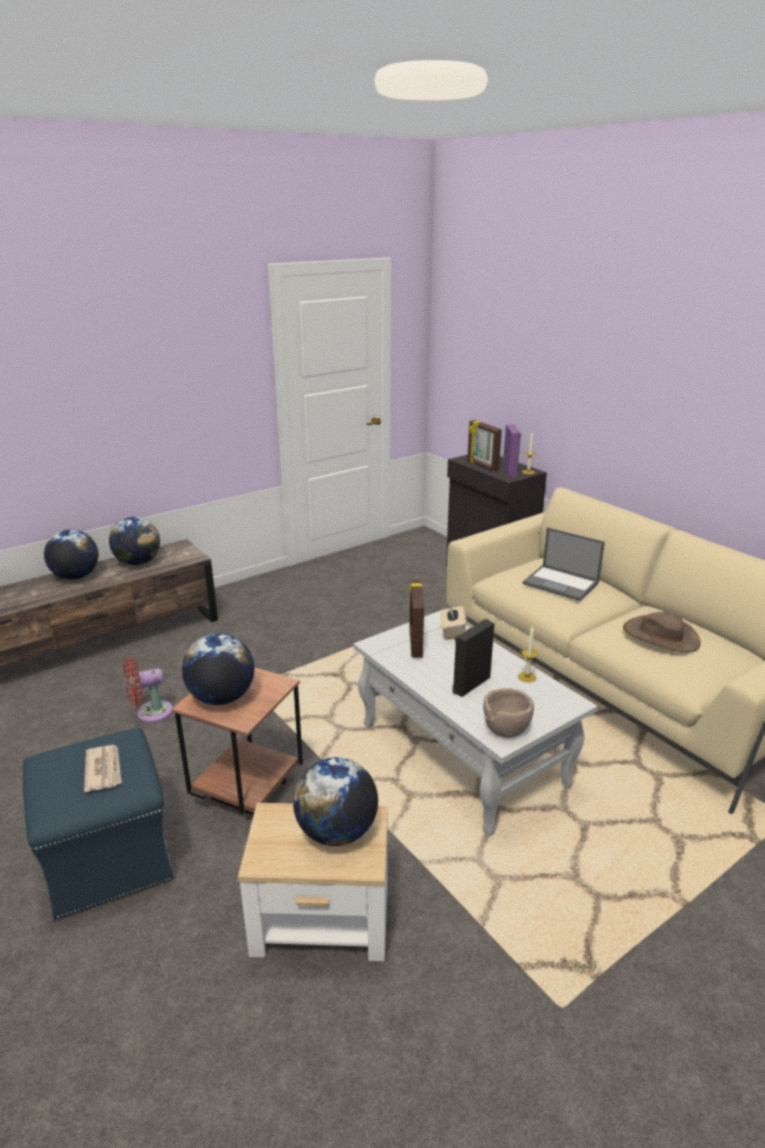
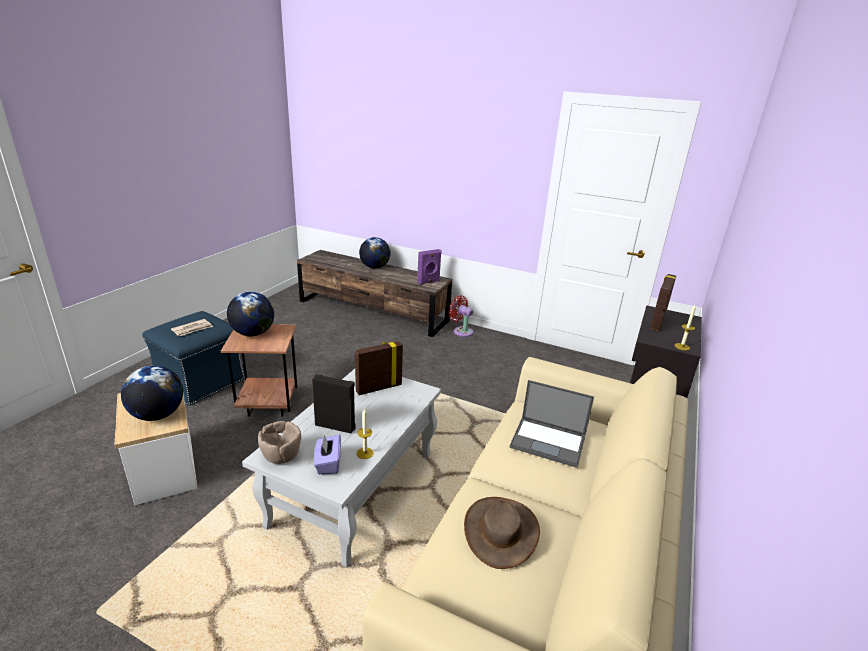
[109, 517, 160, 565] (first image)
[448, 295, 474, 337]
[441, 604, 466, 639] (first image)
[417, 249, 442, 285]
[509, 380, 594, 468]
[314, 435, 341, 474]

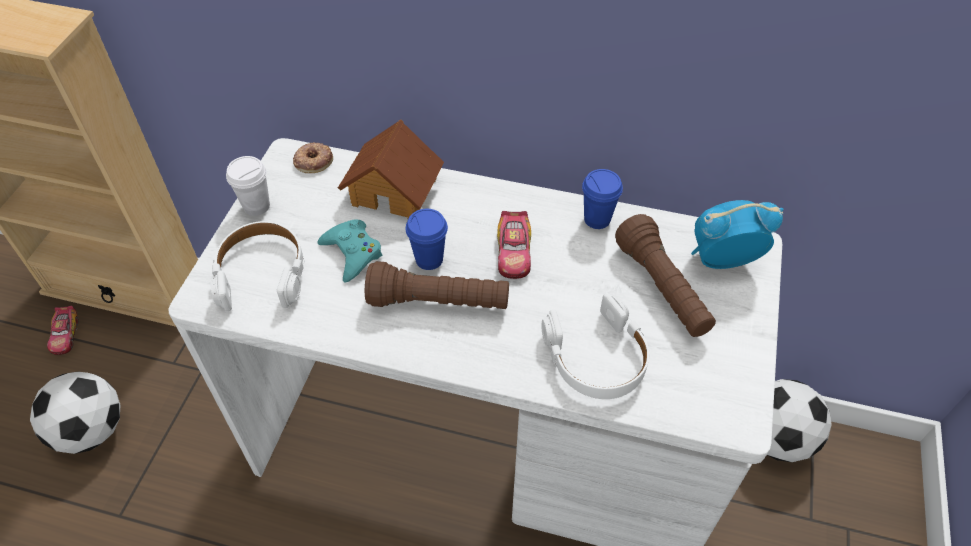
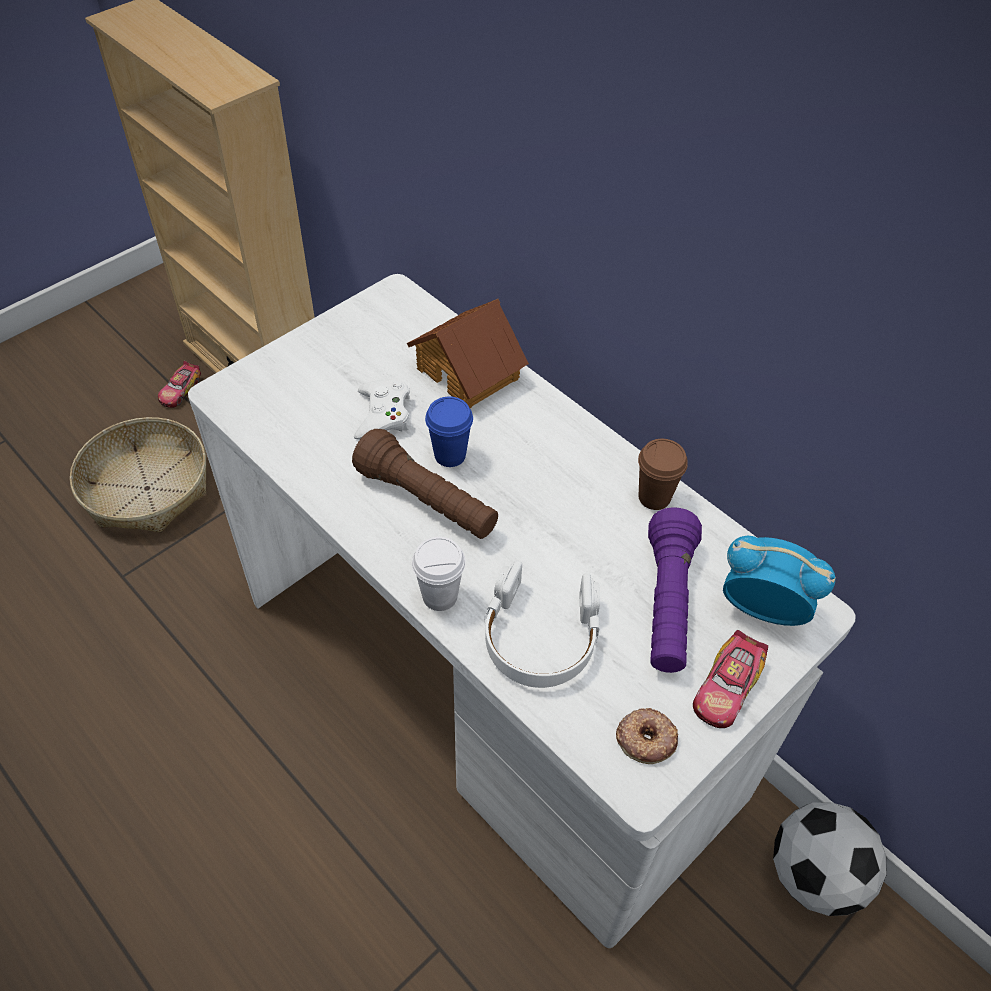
[70, 417, 206, 533]
[210, 221, 304, 311] (first image)
[412, 537, 466, 611]
[616, 708, 678, 764]
[354, 380, 410, 440]
[693, 630, 768, 728]
[638, 439, 688, 510]
[648, 507, 702, 673]

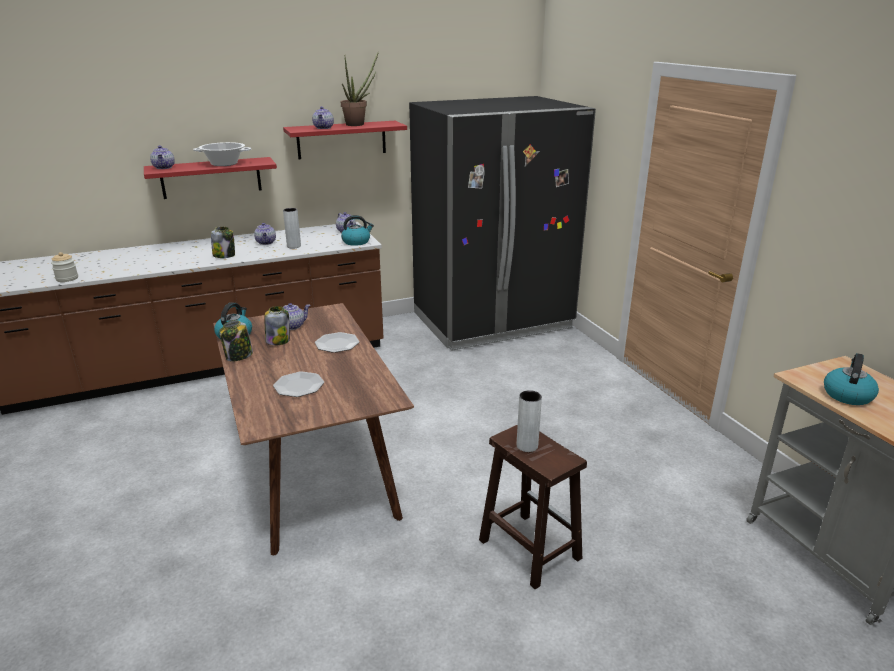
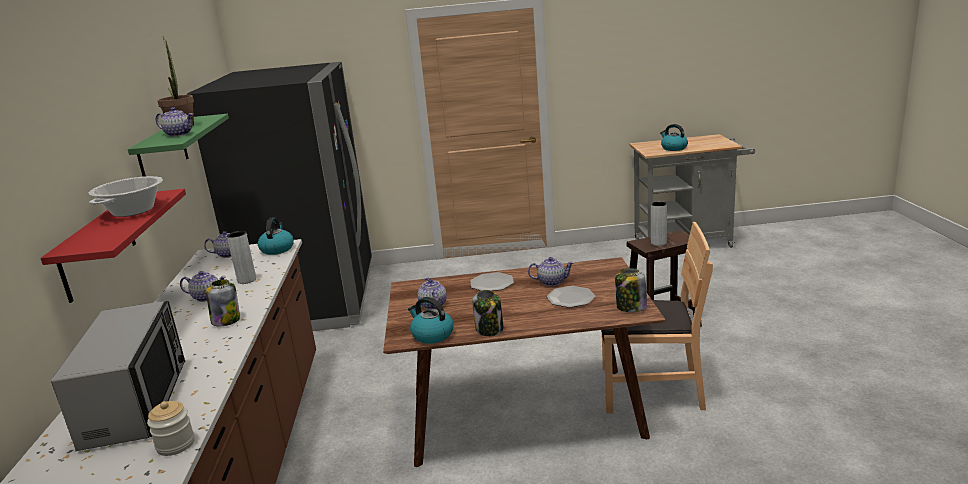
[528, 257, 574, 286]
[615, 268, 647, 312]
[128, 114, 229, 177]
[51, 301, 185, 451]
[602, 222, 713, 413]

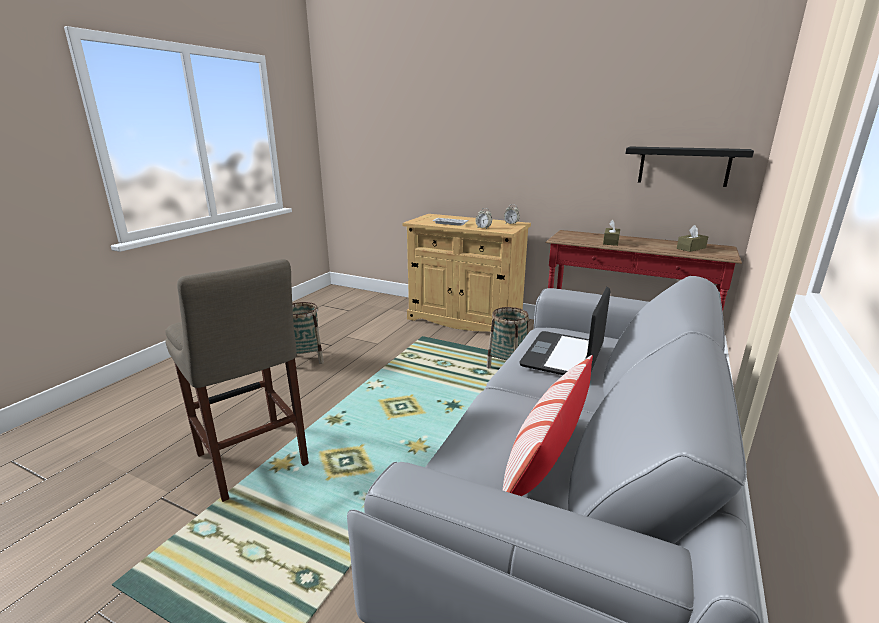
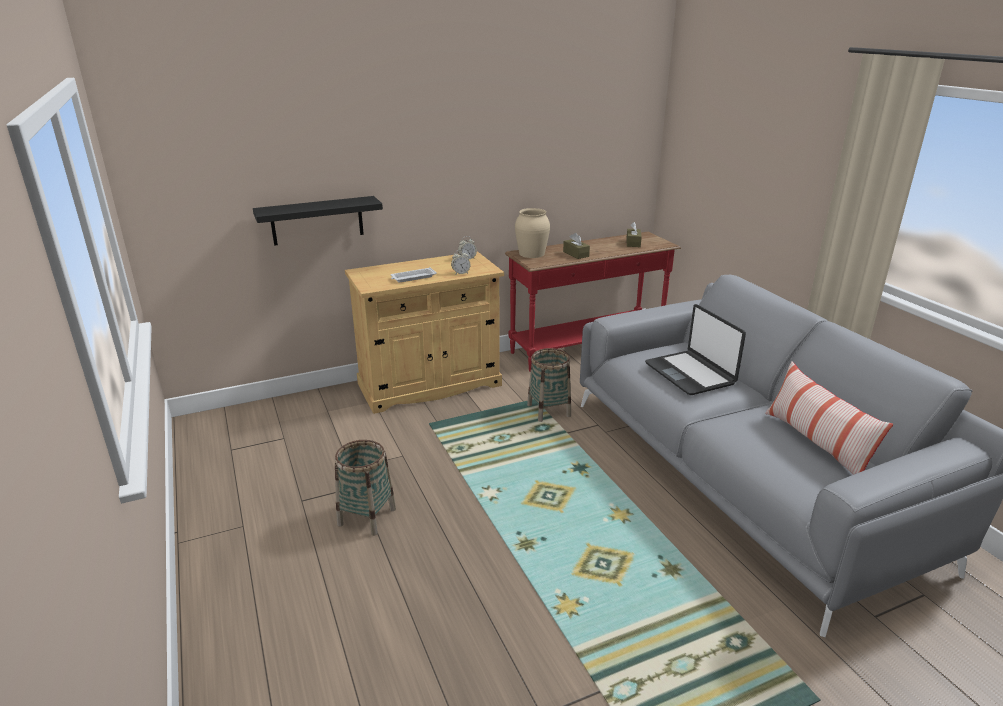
[165, 259, 309, 502] (first image)
[253, 196, 383, 246]
[515, 208, 550, 258]

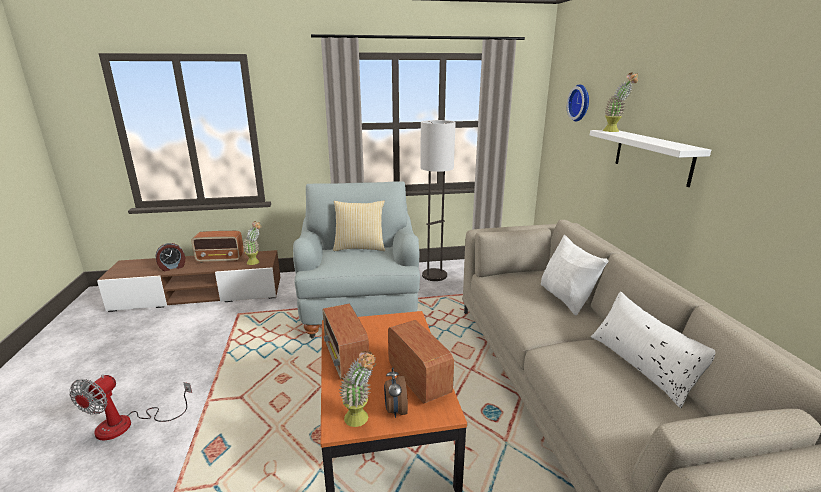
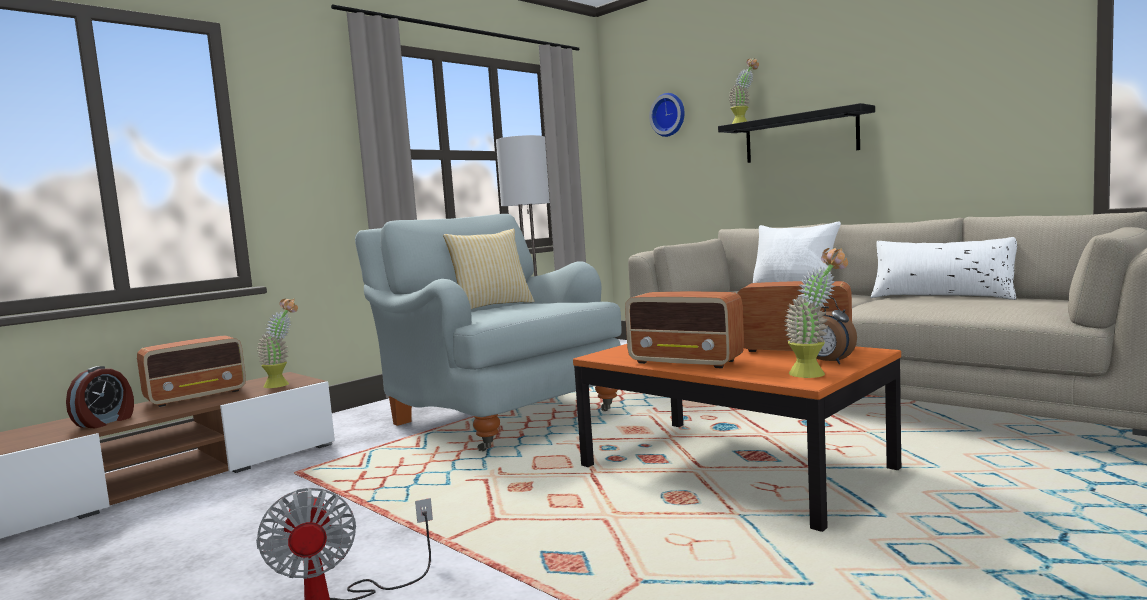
[718, 103, 875, 163]

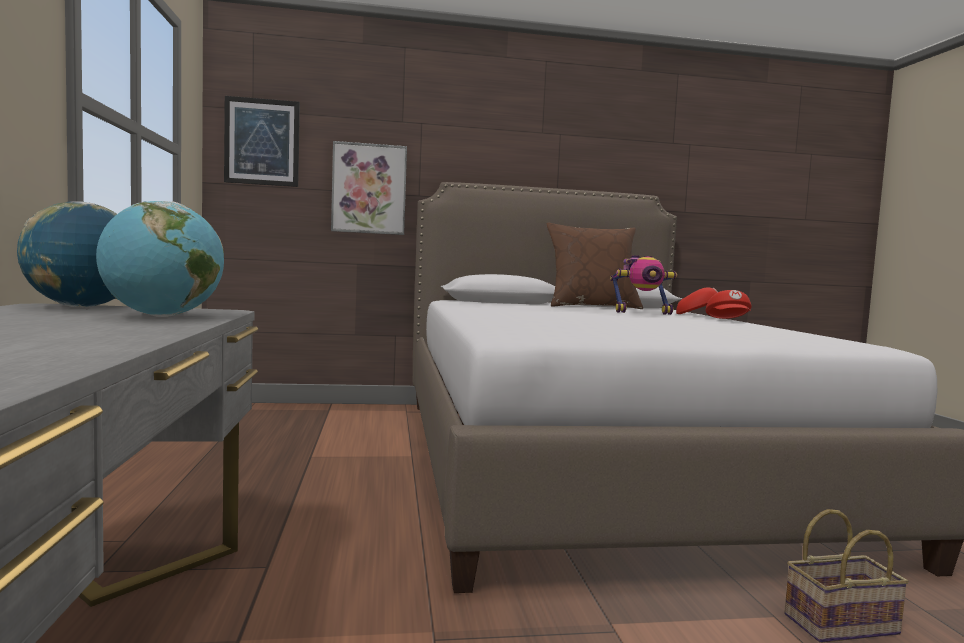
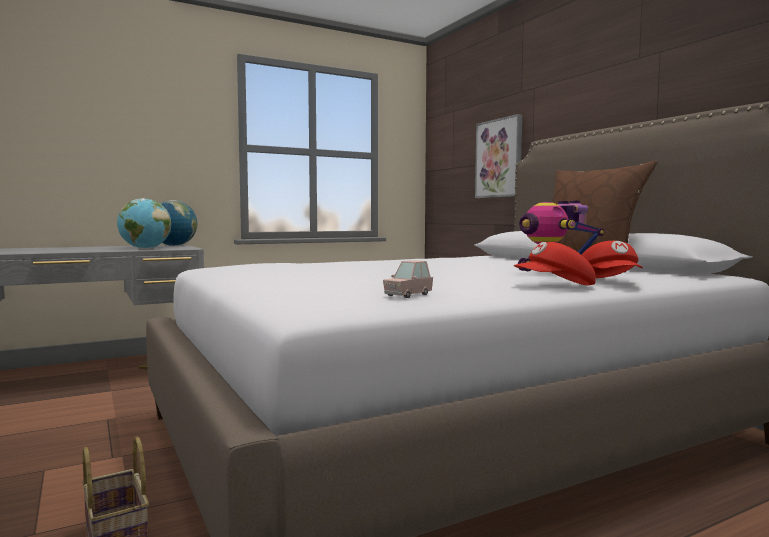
[224, 96, 300, 187] (first image)
[383, 260, 433, 298]

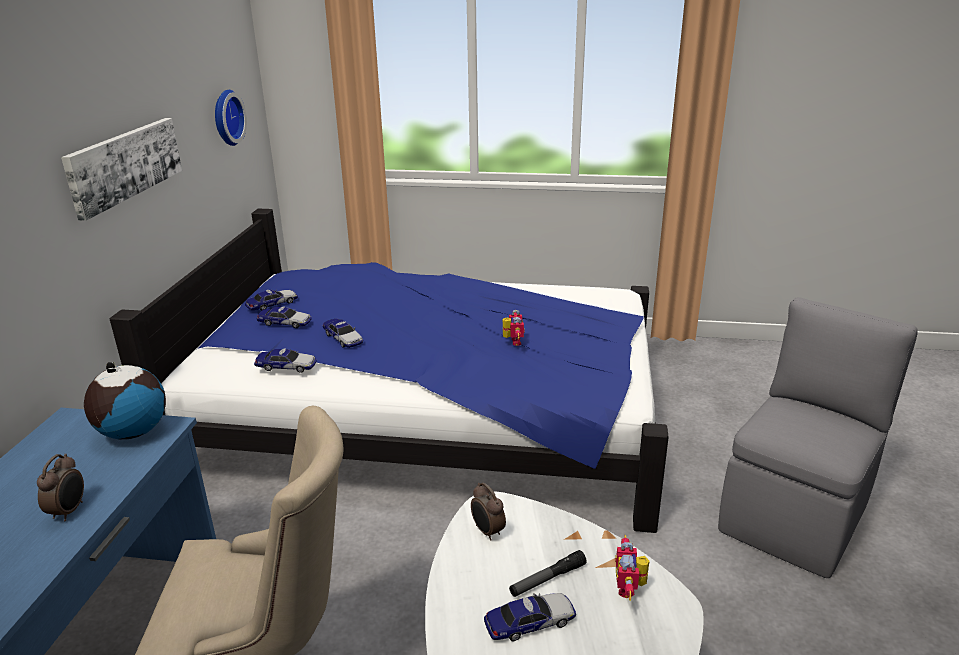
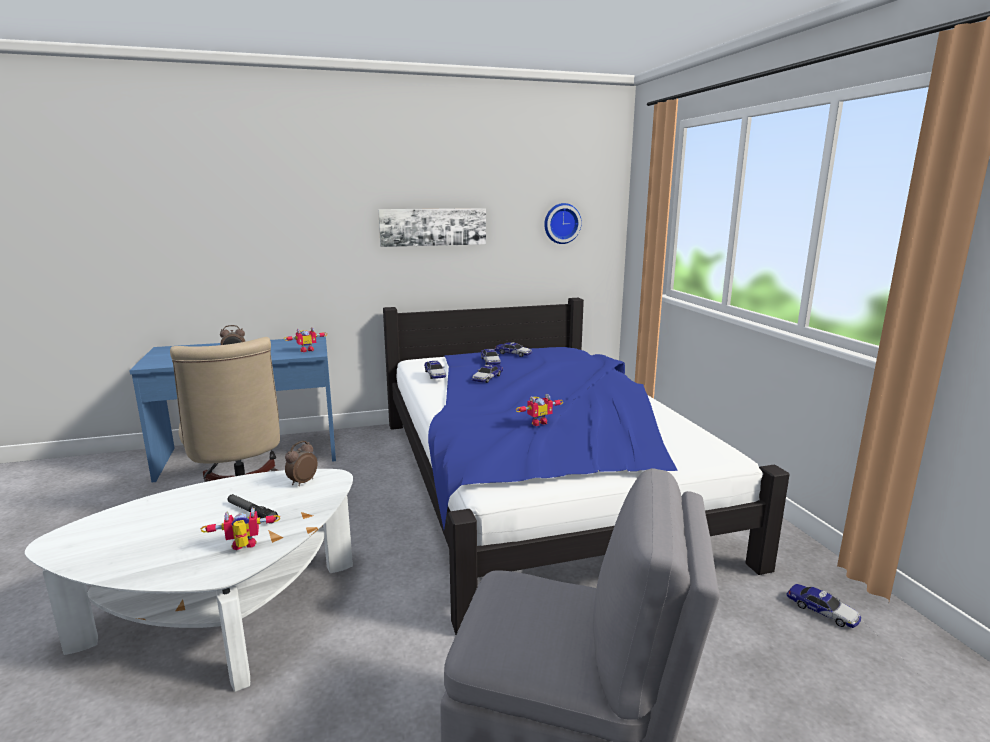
[284, 327, 327, 352]
[787, 584, 861, 628]

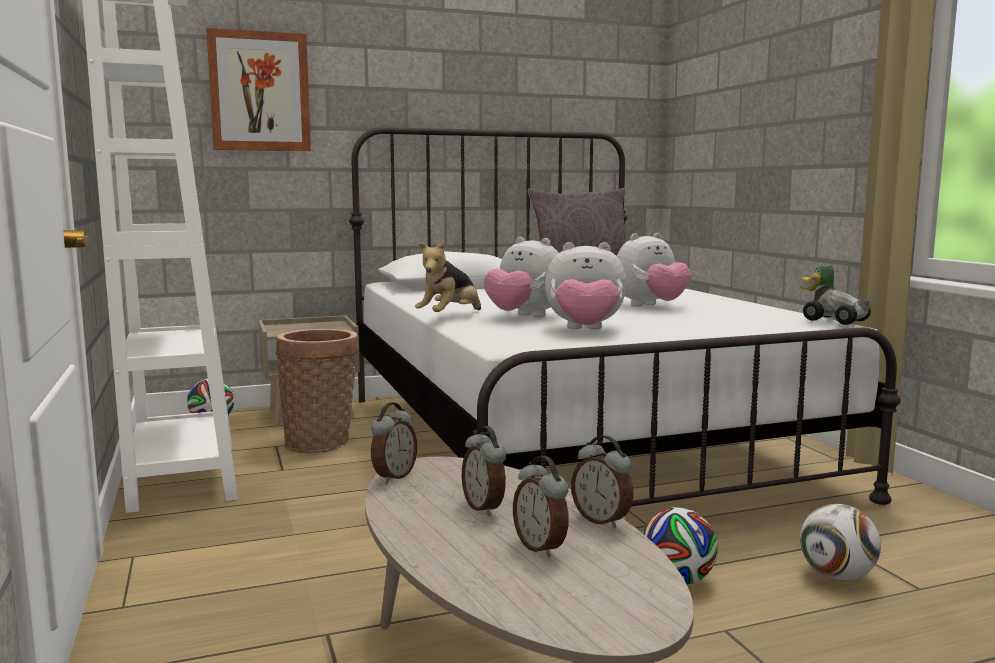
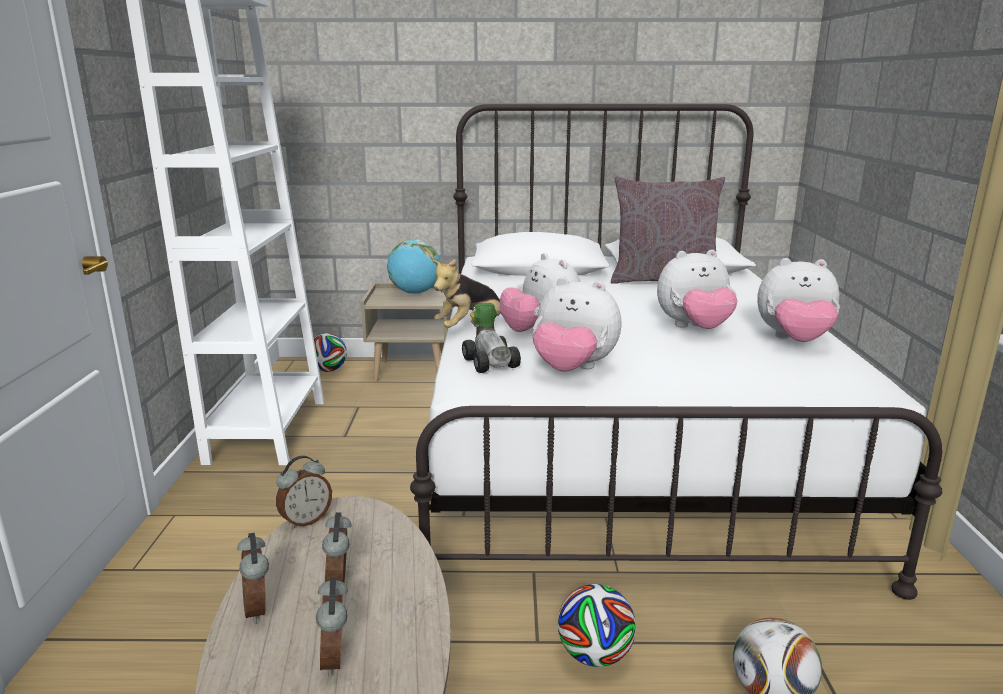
[206, 28, 311, 151] (first image)
[276, 329, 359, 453] (first image)
[237, 533, 269, 624]
[462, 303, 521, 373]
[387, 239, 441, 294]
[757, 258, 840, 342]

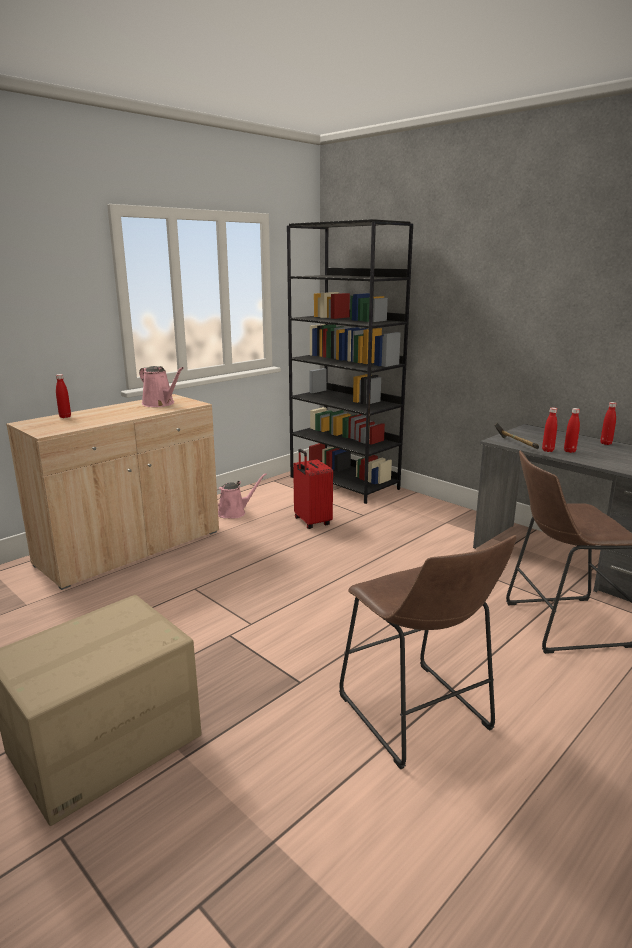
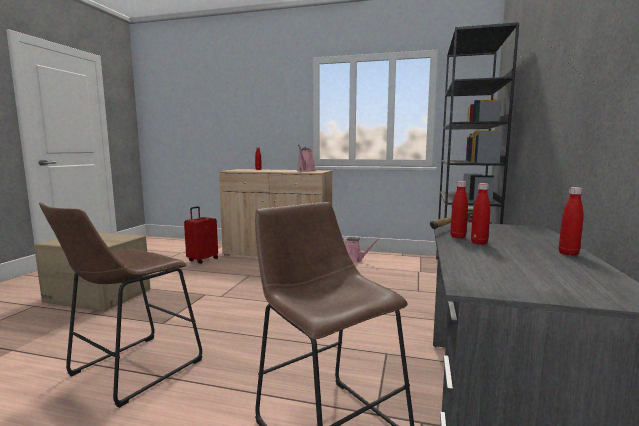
[184, 206, 218, 264]

